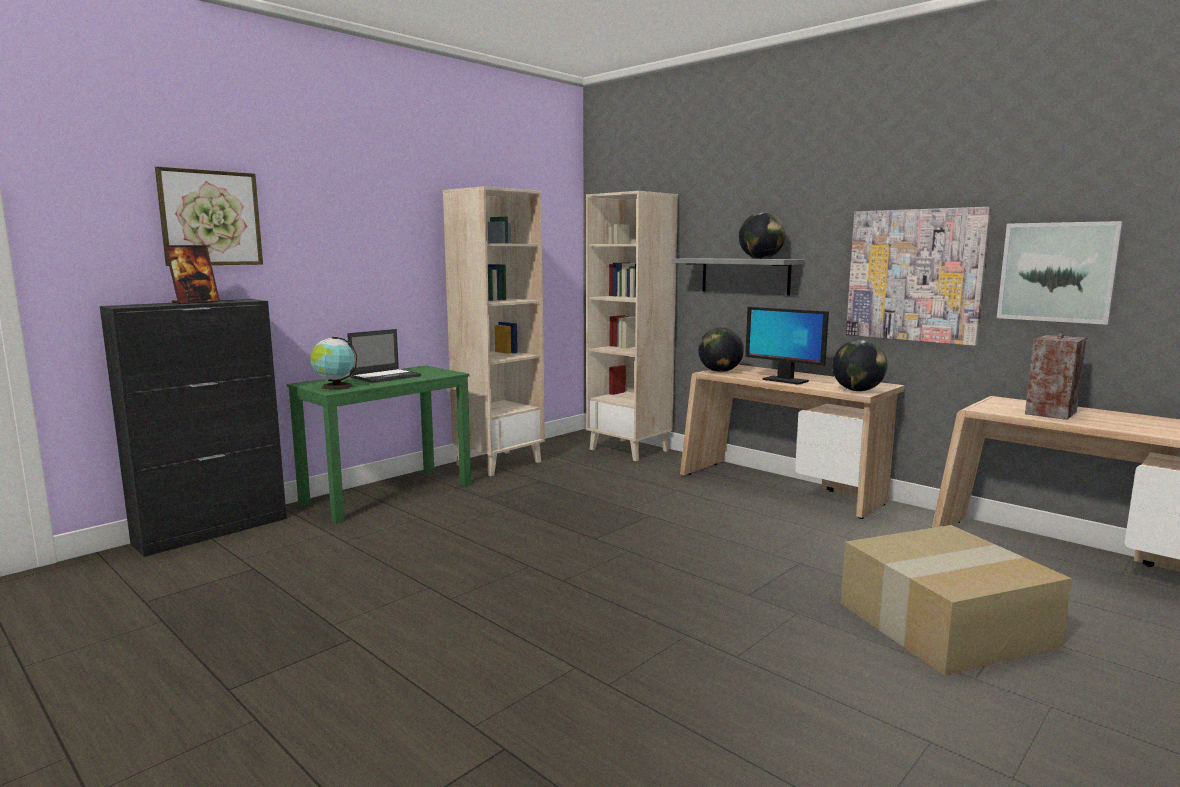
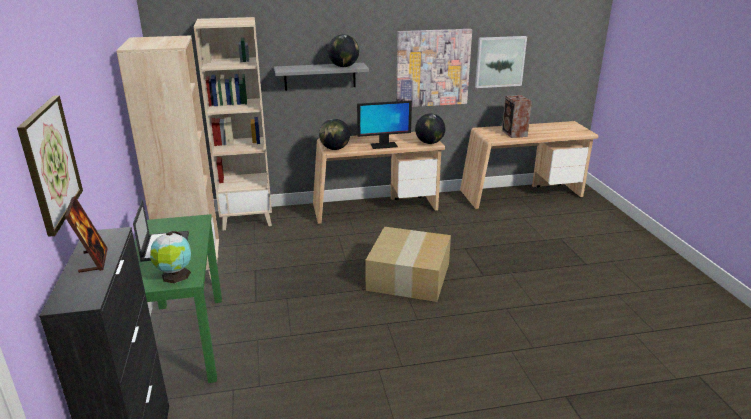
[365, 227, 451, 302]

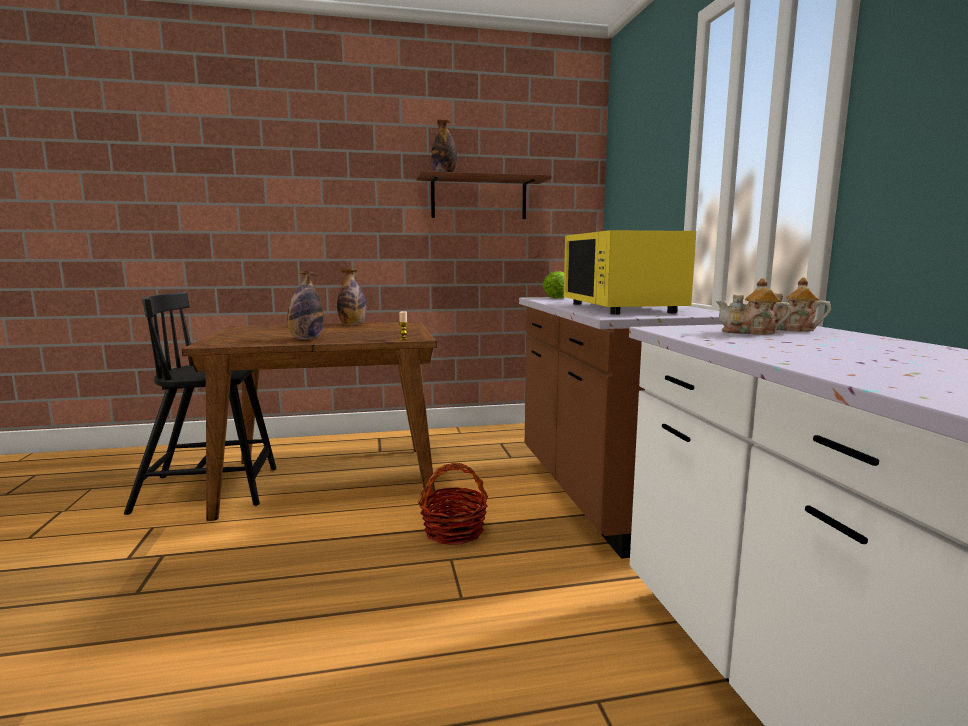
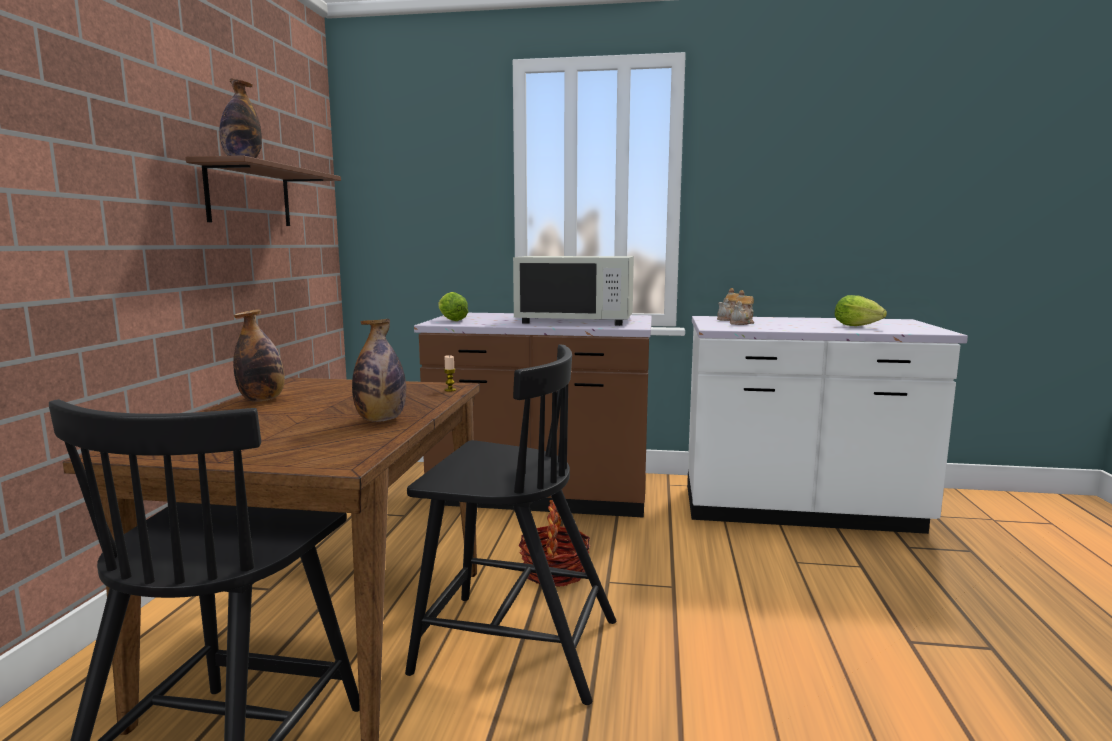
[513, 256, 634, 326]
[405, 345, 616, 705]
[834, 295, 887, 326]

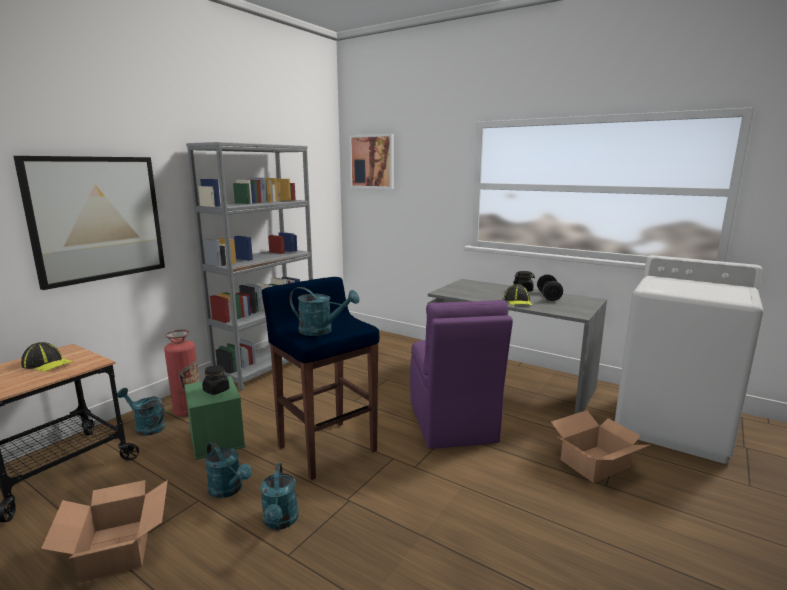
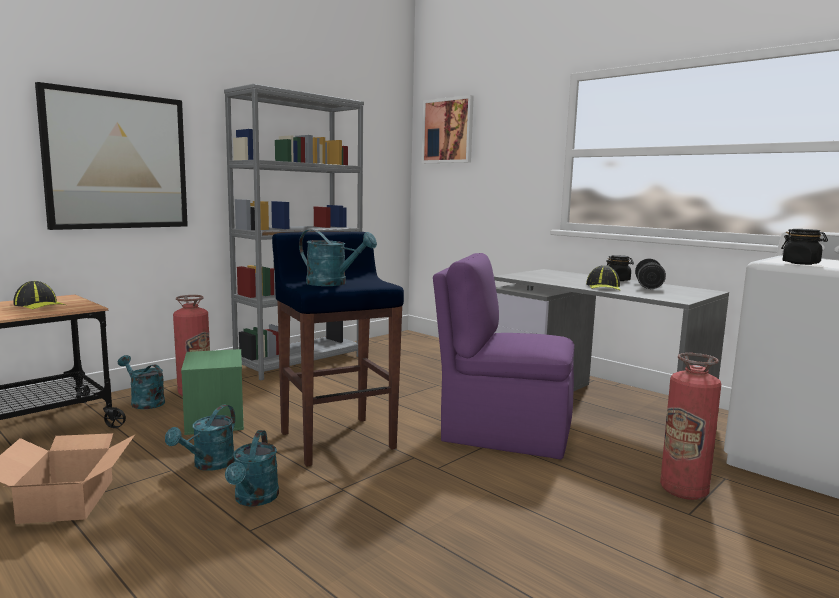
[781, 229, 828, 265]
[165, 405, 235, 471]
[433, 253, 574, 460]
[660, 353, 721, 500]

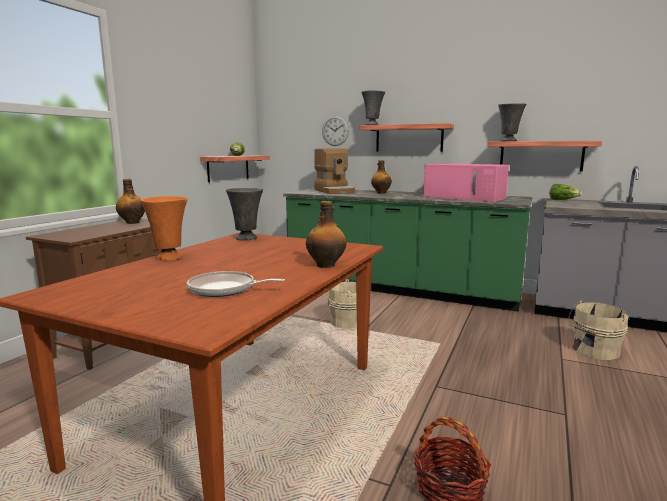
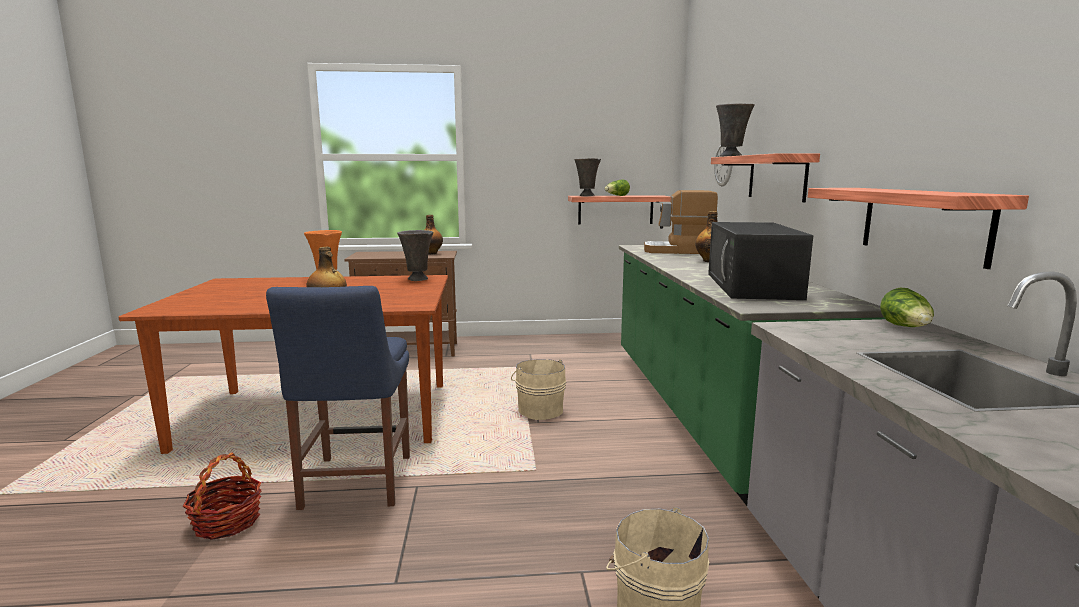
[187, 271, 285, 297] (first image)
[644, 190, 718, 254]
[708, 222, 813, 300]
[574, 158, 601, 196]
[266, 286, 410, 510]

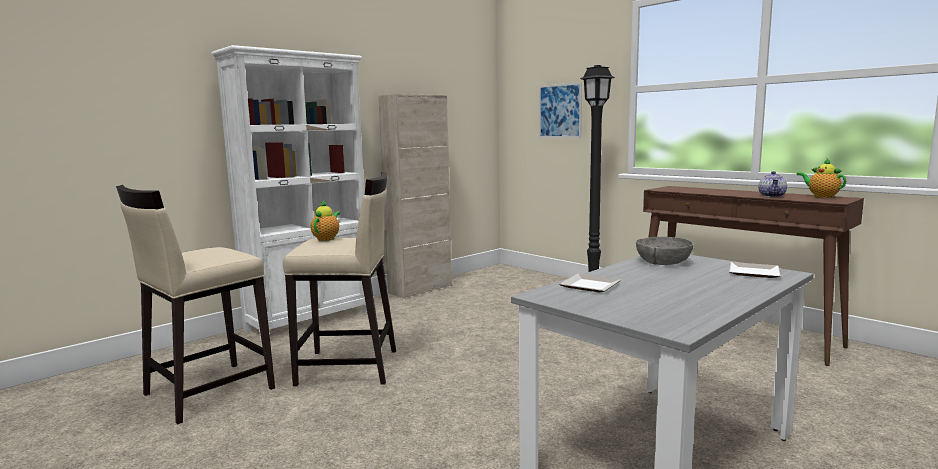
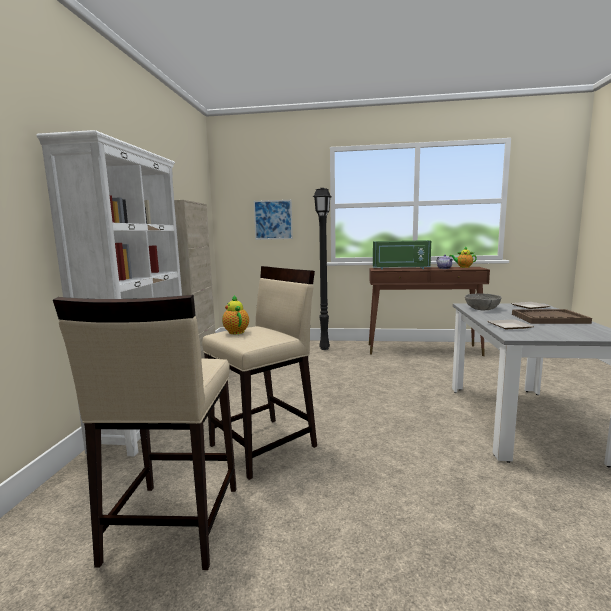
[373, 240, 431, 269]
[512, 309, 592, 324]

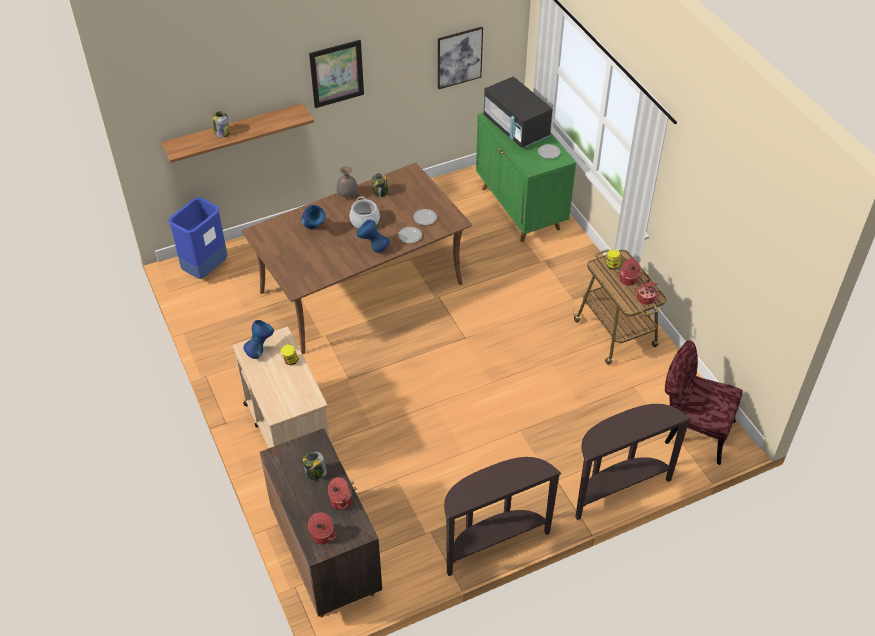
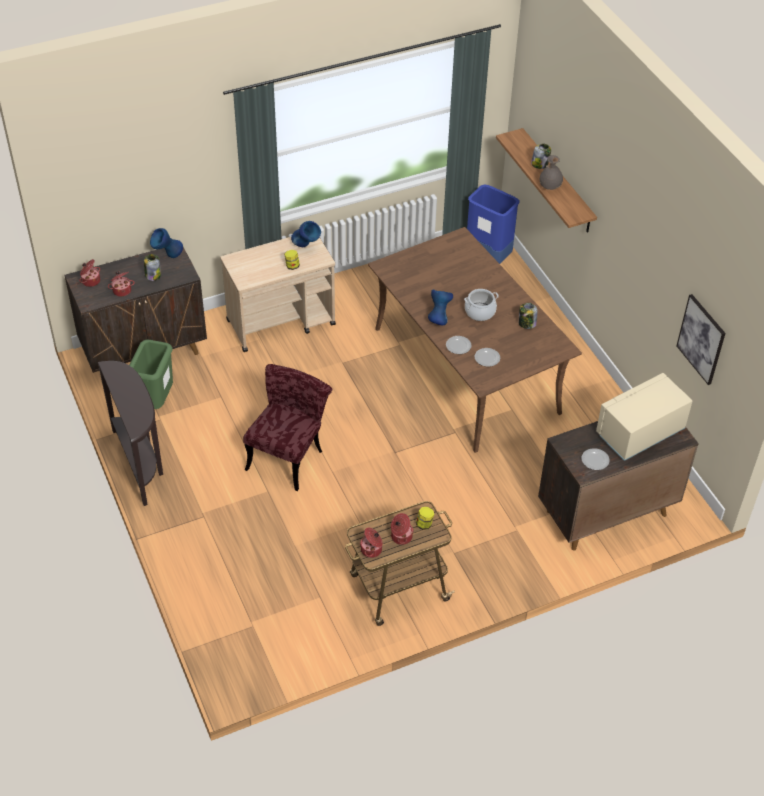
[150, 228, 183, 258]
[309, 40, 364, 108] (first image)
[540, 155, 563, 190]
[538, 421, 699, 551]
[596, 373, 693, 461]
[575, 404, 691, 520] (first image)
[243, 364, 332, 491]
[129, 339, 173, 409]

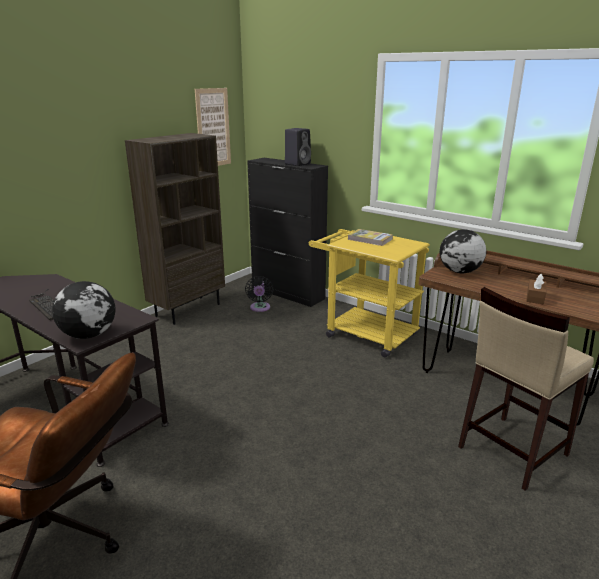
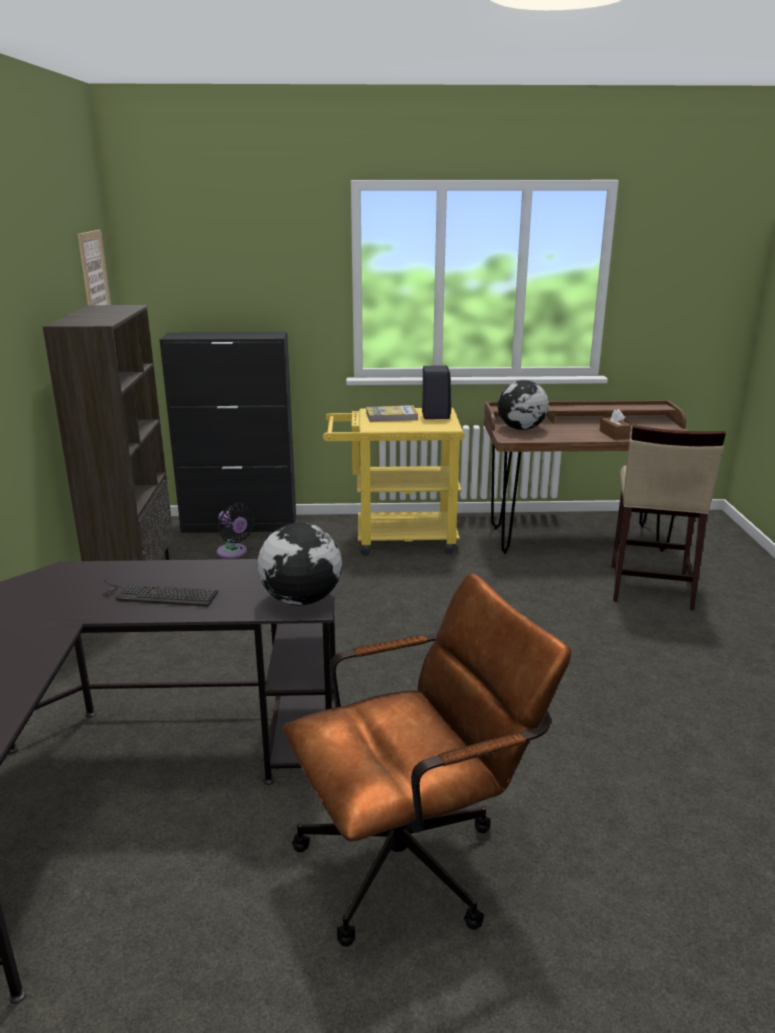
[422, 366, 452, 419]

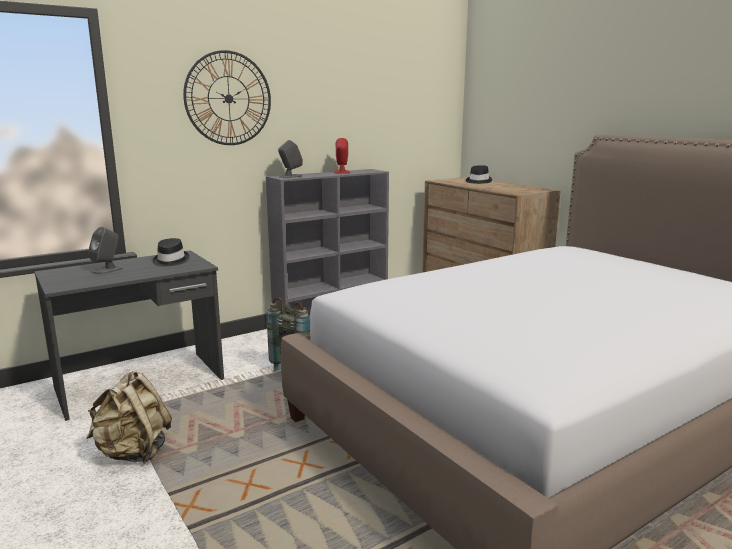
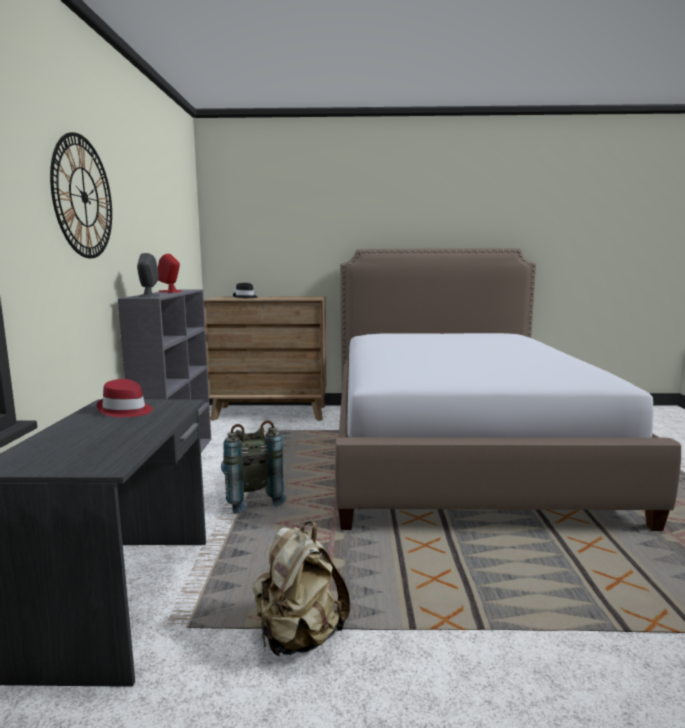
[88, 227, 122, 274] (first image)
[96, 379, 153, 417]

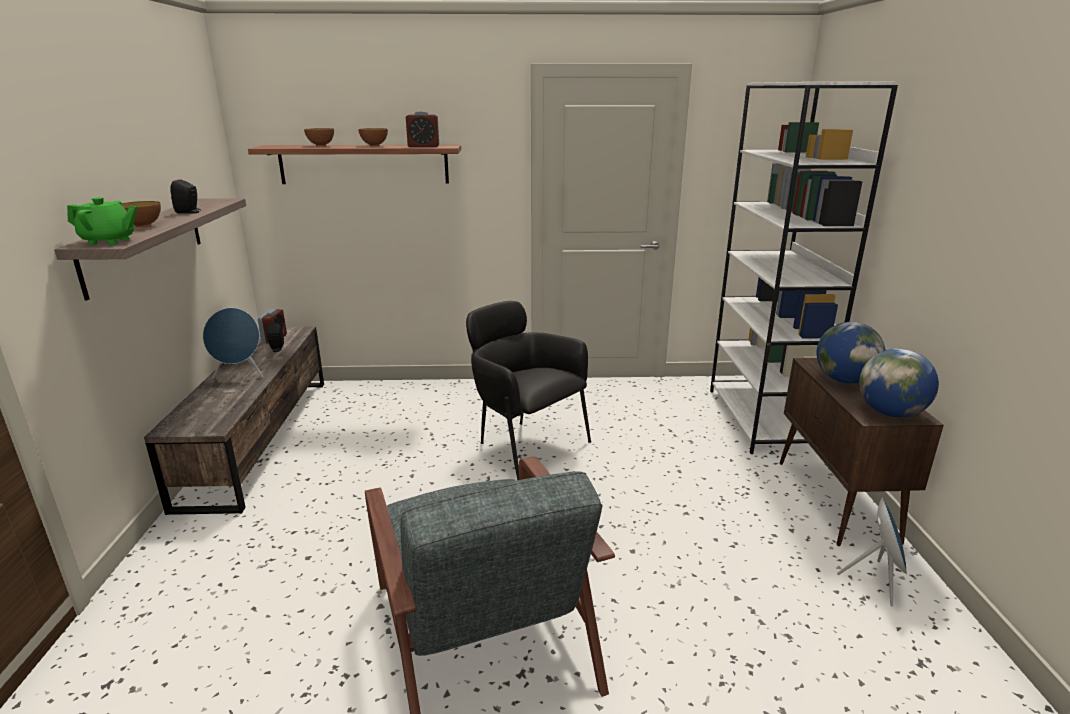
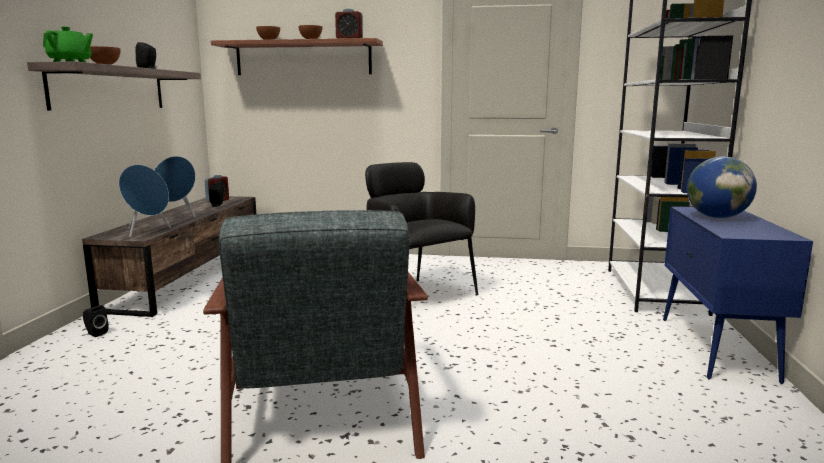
[663, 207, 813, 384]
[119, 165, 171, 237]
[859, 349, 939, 418] (first image)
[83, 305, 109, 337]

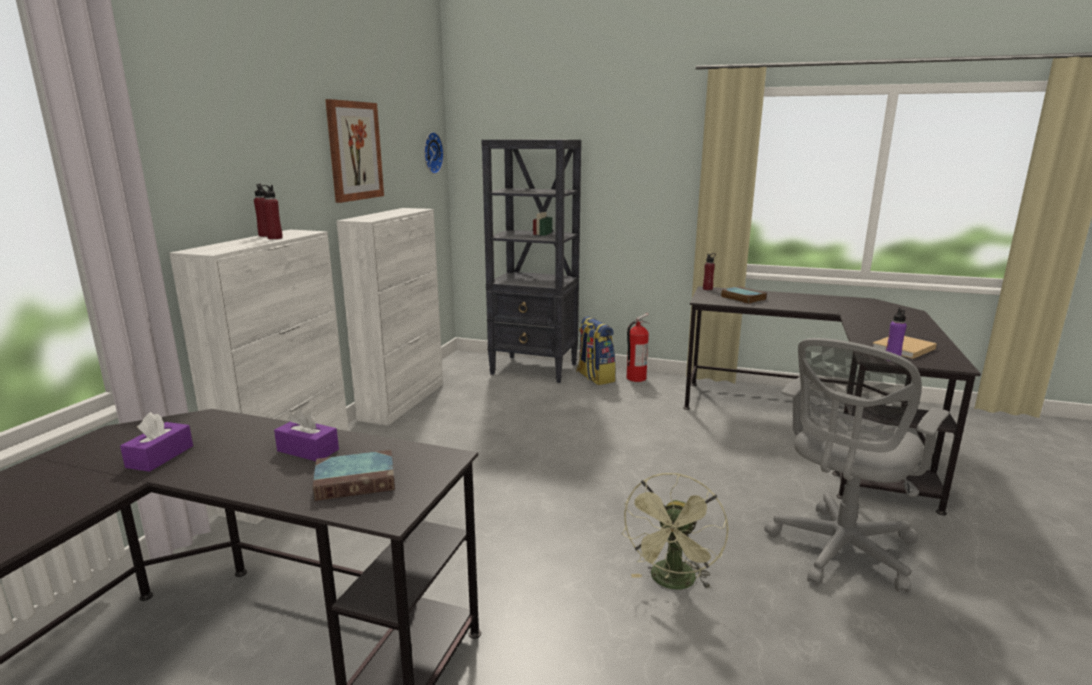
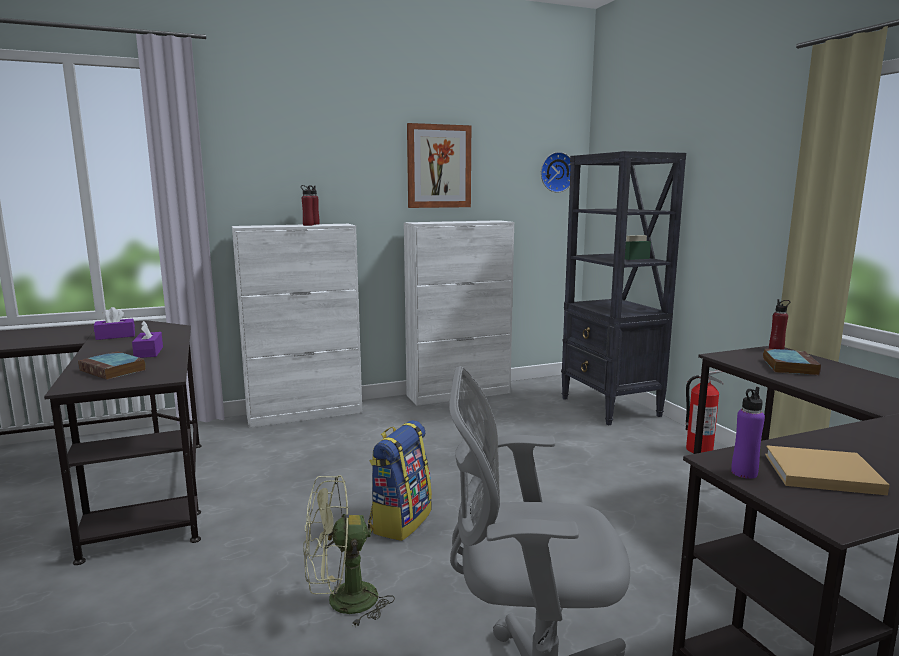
[368, 420, 432, 541]

